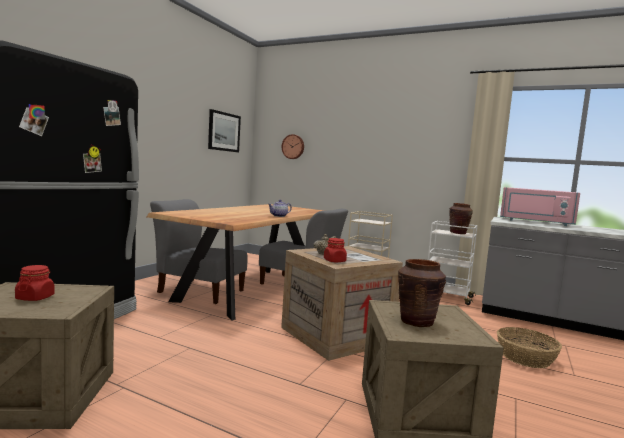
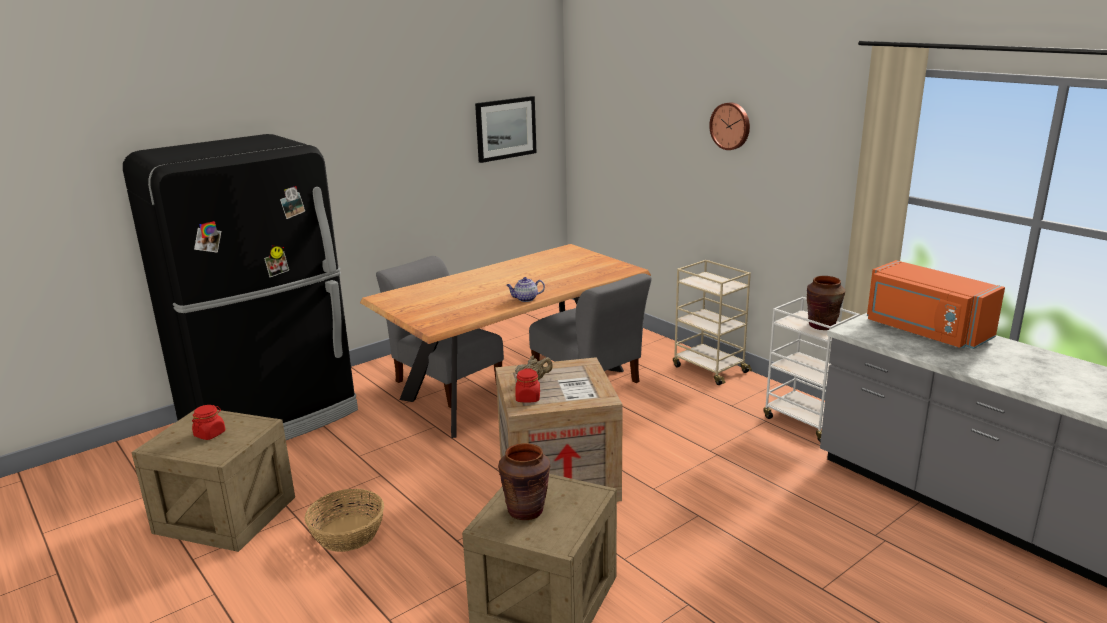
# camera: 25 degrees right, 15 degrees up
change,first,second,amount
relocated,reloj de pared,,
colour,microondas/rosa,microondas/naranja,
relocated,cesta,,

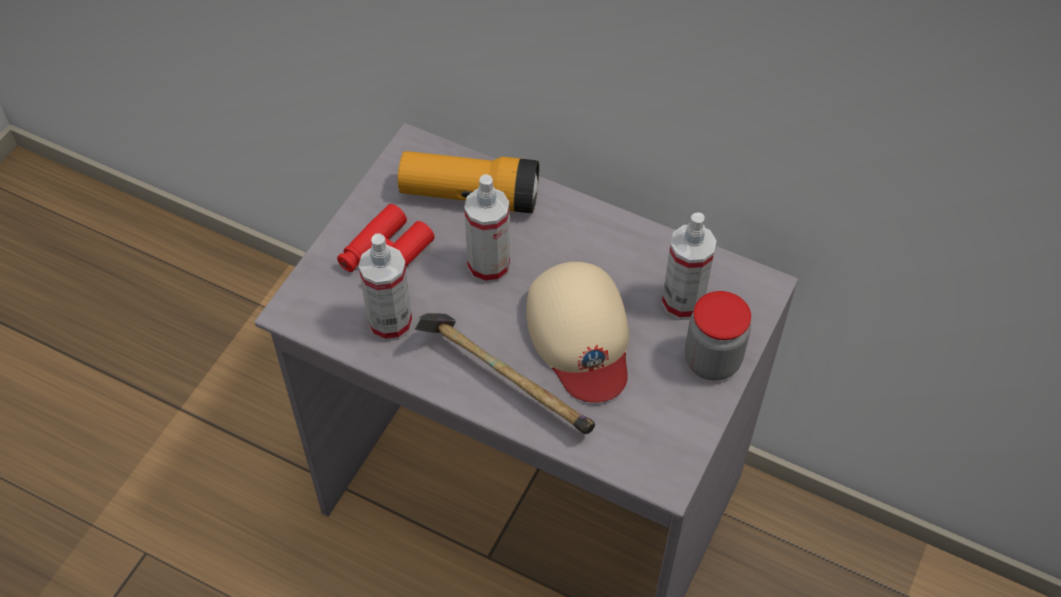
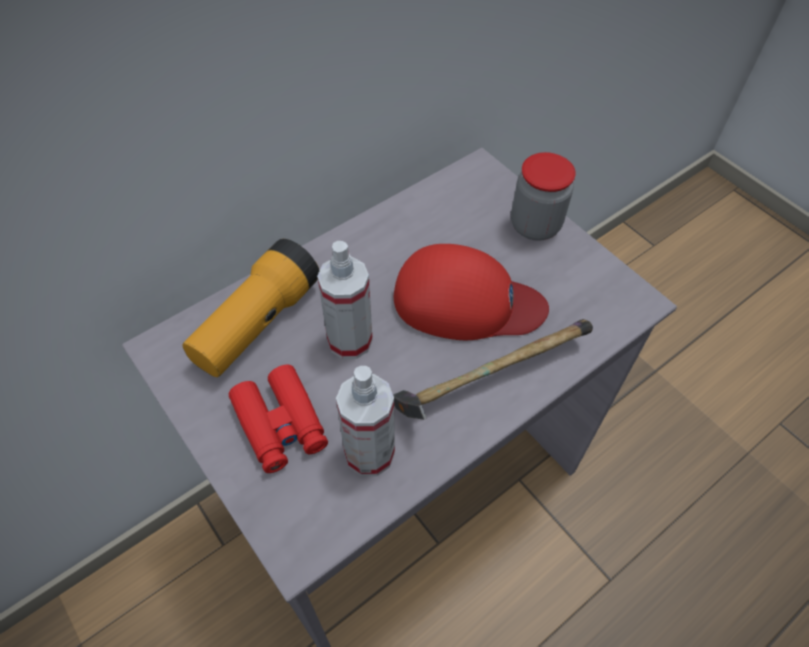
# camera: 65 degrees left, 0 degrees up
change,first,second,amount
missing,pulverizador (no. 3 from left),,
colour,gorra/beis,gorra/rojo,

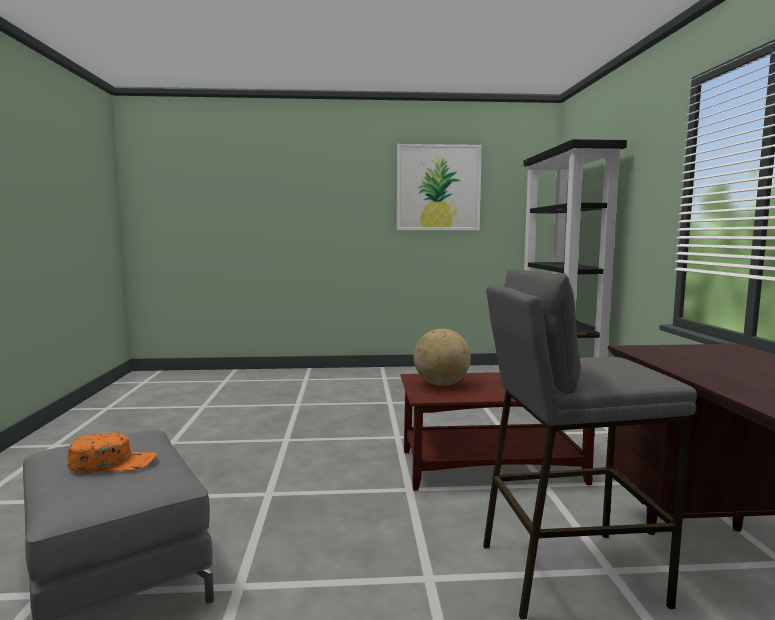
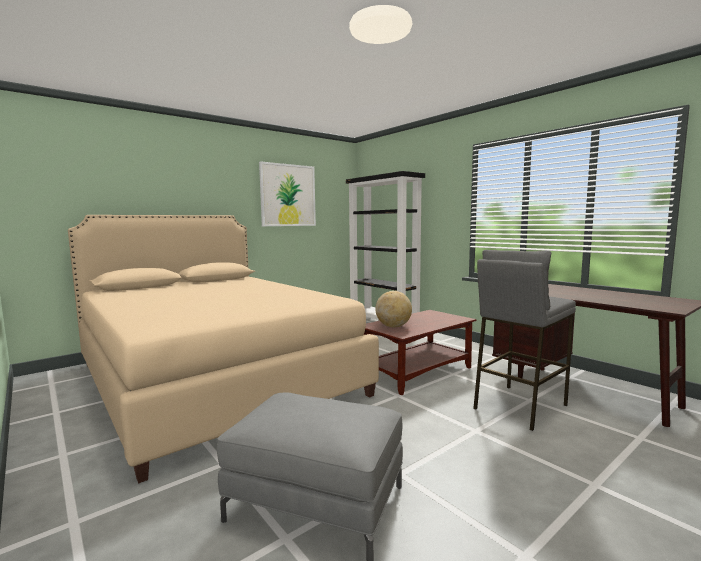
# camera: 35 degrees left, 0 degrees up
change,first,second,amount
missing,gorra/naranja,,
appeared,,cama/beis,

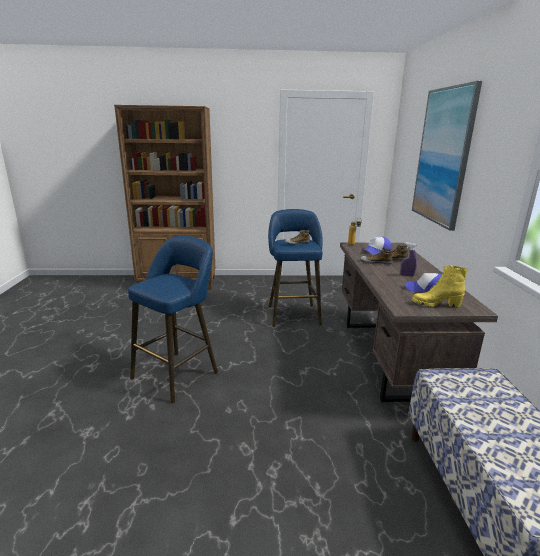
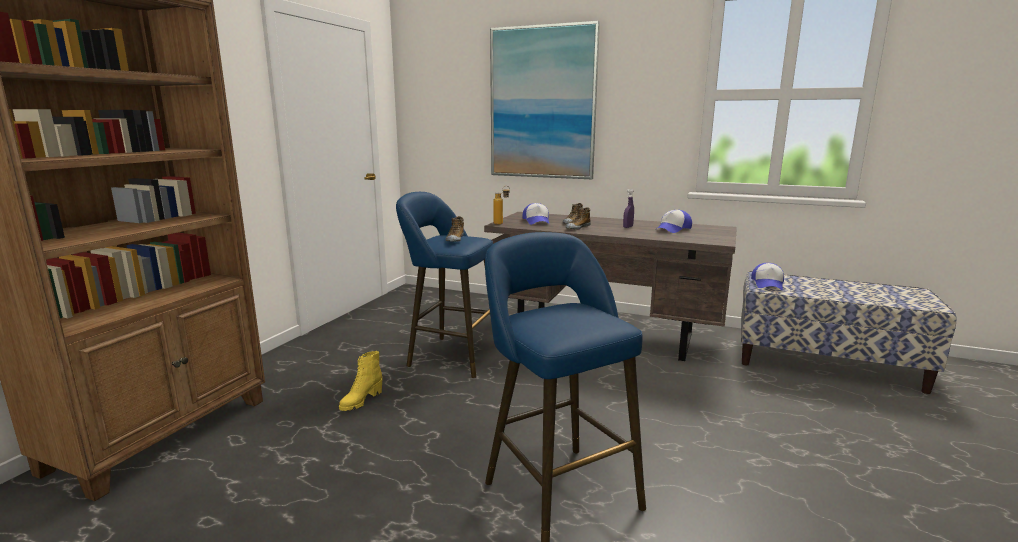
# camera: 65 degrees left, 5 degrees down
change,first,second,amount
relocated,bota/amarillo,,
appeared,,gorra (no. 3 from left),

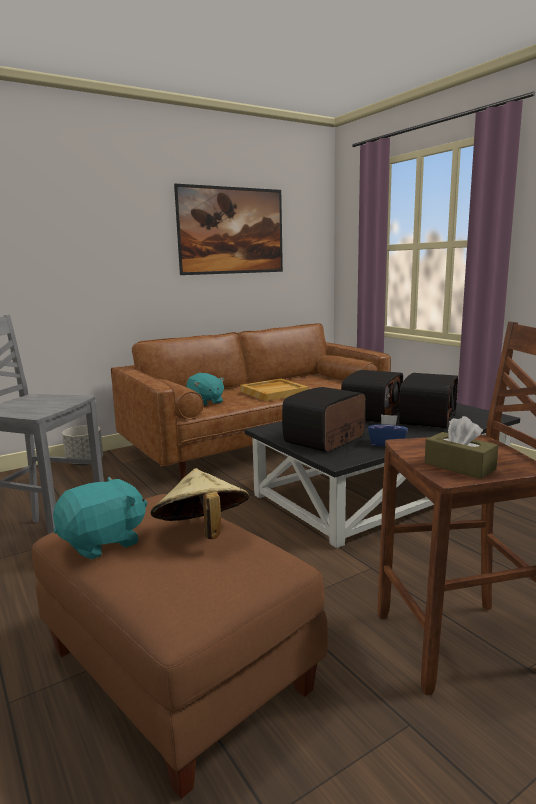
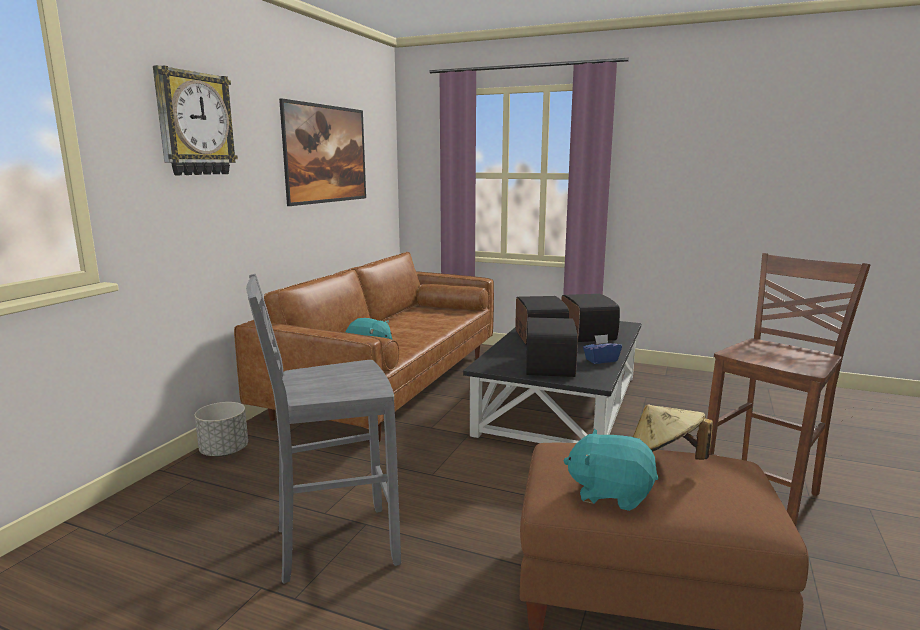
# camera: 35 degrees left, 0 degrees up
change,first,second,amount
missing,bandeja/beis,,
missing,caja de pañuelos/marrón,,
spun,peluche/turquesa (no. 1 from left in the first image),peluche/turquesa (no. 2 from left),90 degrees counterclockwise
appeared,,reloj de pared,

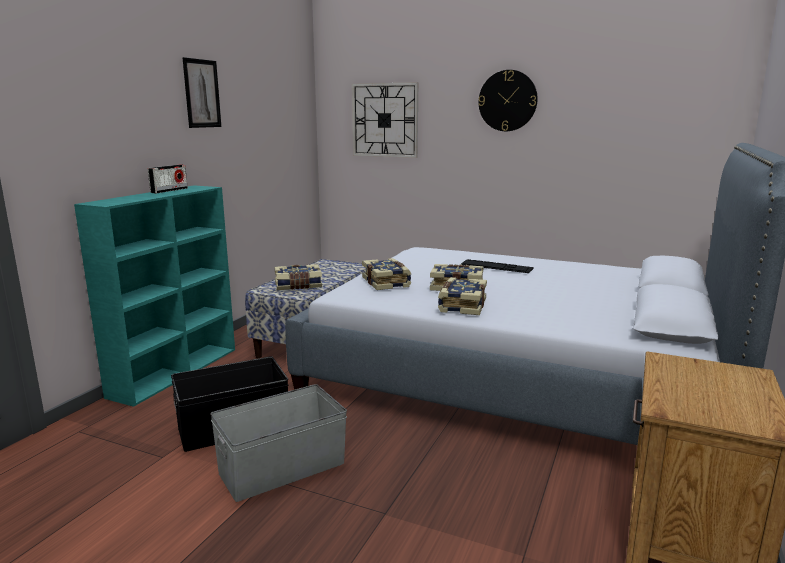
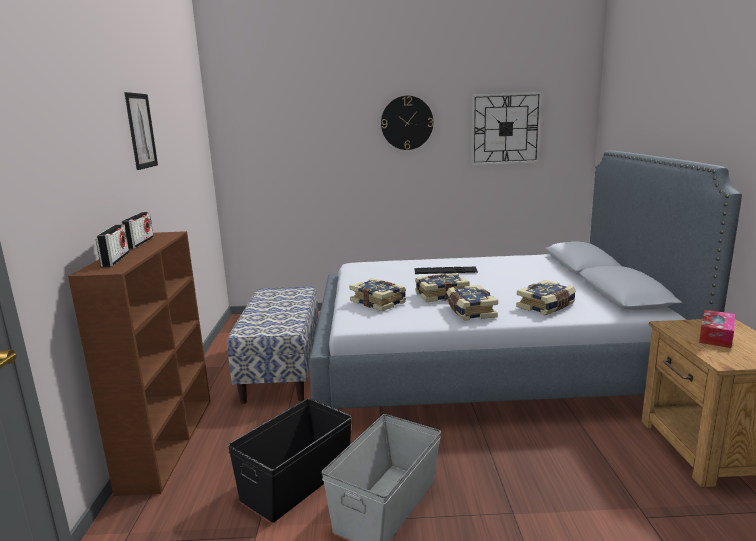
# camera: 25 degrees left, 0 degrees up
change,first,second,amount
relocated,reloj de pared (no. 1 from left in the first image),reloj de pared (no. 2 from left),
colour,estantería/turquesa,estantería/marrón,
relocated,libro (no. 1 from left in the first image),libro (no. 4 from left),
appeared,,radio (no. 1 from left),
appeared,,caja de pañuelos,

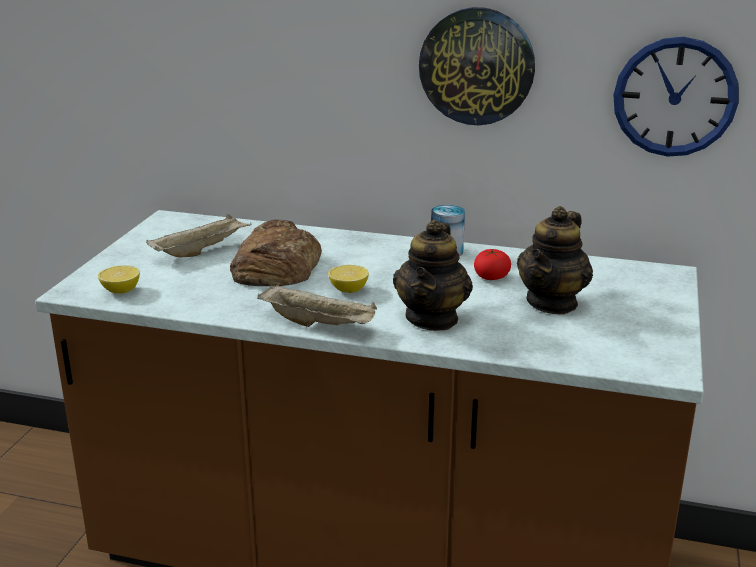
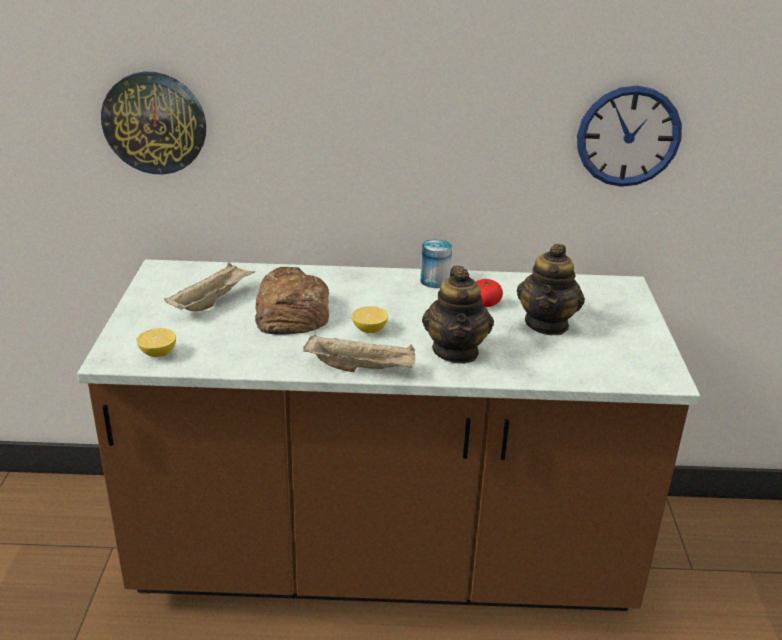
# camera: 15 degrees left, 5 degrees up
change,first,second,amount
relocated,reloj de pared (no. 1 from left),,

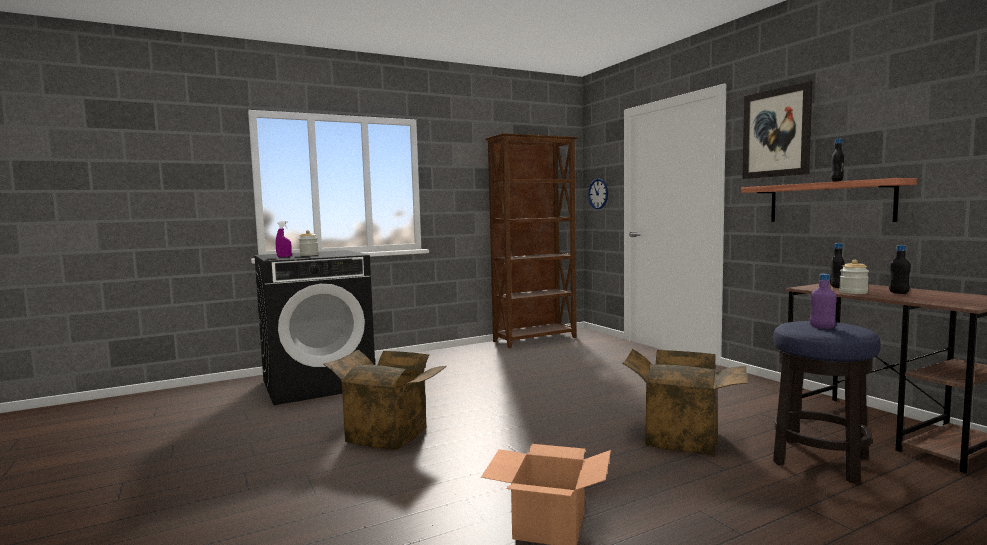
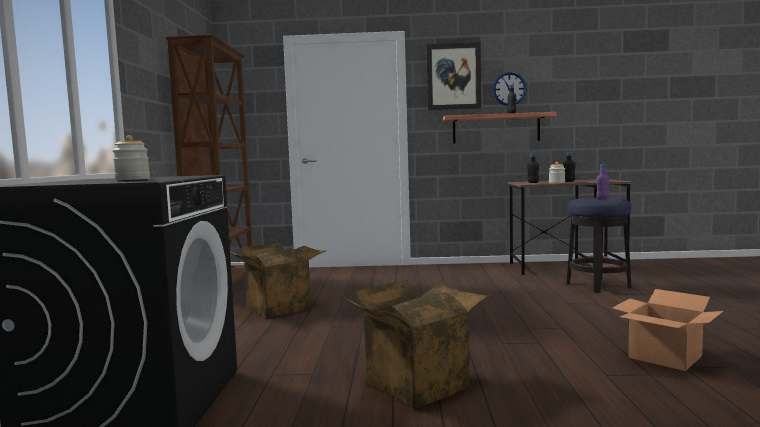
# camera: 60 degrees left, 0 degrees up
change,first,second,amount
relocated,reloj de pared,,
missing,pulverizador/morado,,
relocated,caja de cartón (no. 3 from left in the first image),caja de cartón (no. 1 from left),

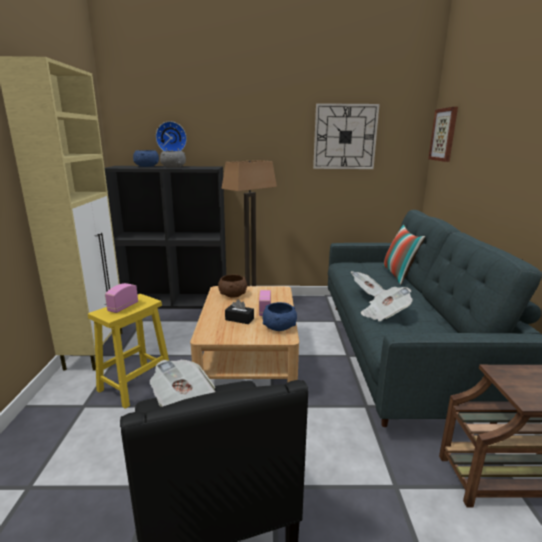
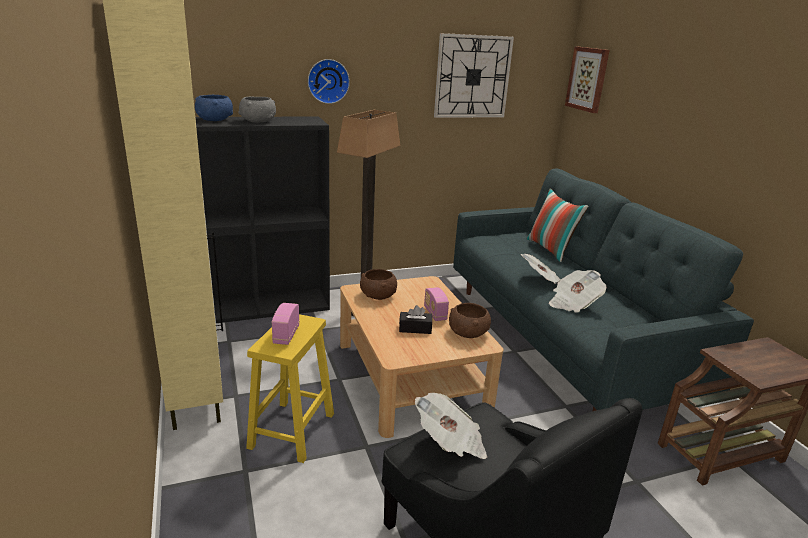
# camera: 20 degrees left, 5 degrees up
change,first,second,amount
relocated,reloj de pared (no. 1 from left),,
colour,cuenco/azul (no. 2 from left),cuenco/marrón (no. 2 from left),

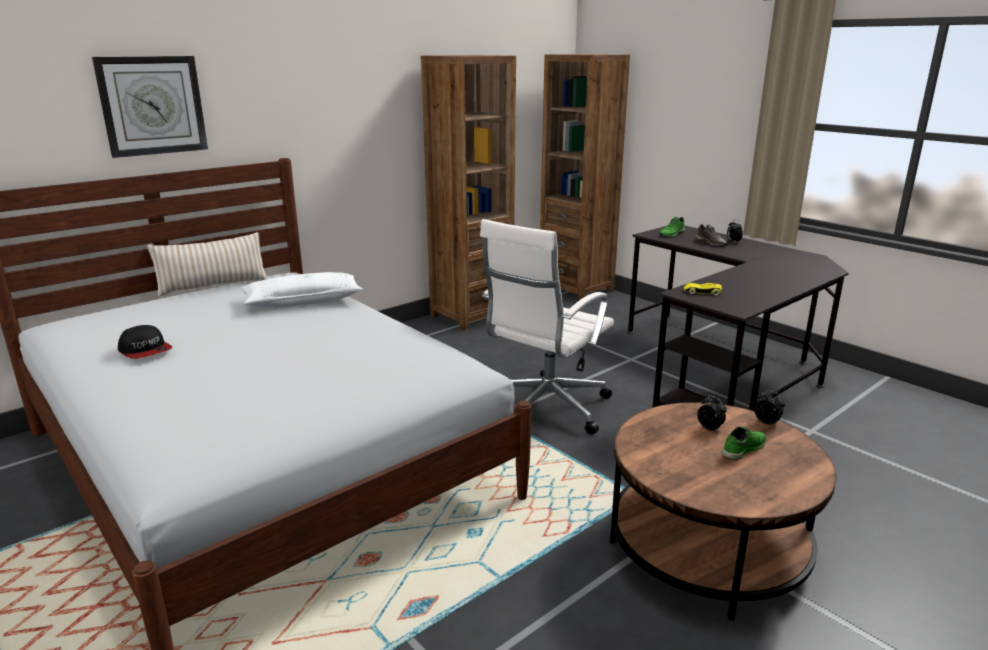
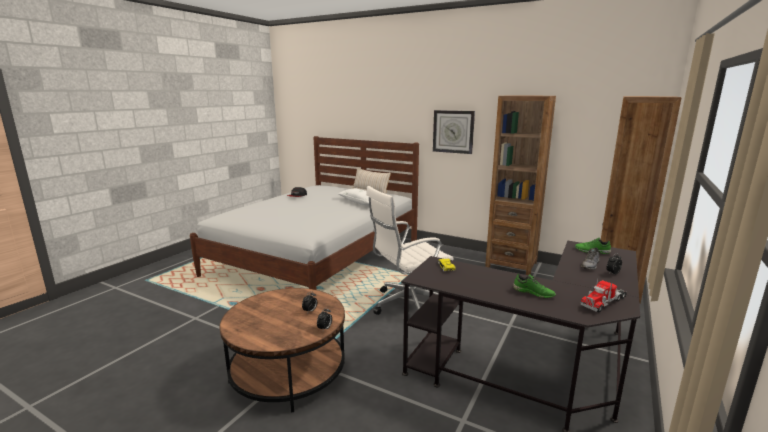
# camera: 70 degrees right, 5 degrees down
change,first,second,amount
relocated,reloj de pared,,
spun,silla de oficina/blanco,,45 degrees counterclockwise
relocated,zapato/verde (no. 2 from left in the first image),zapato/verde (no. 1 from left),
appeared,,camión de juguete,

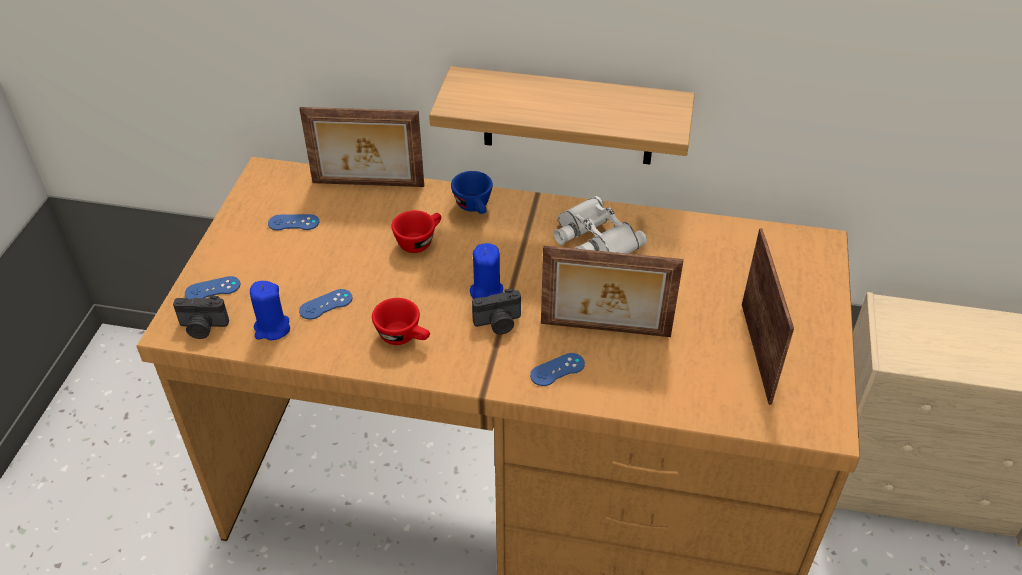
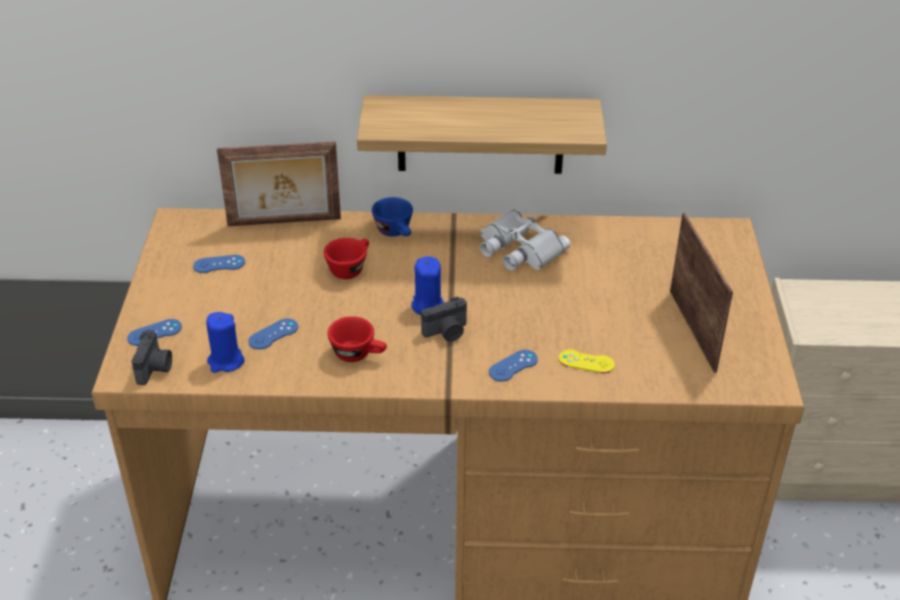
# camera: 10 degrees left, 5 degrees down
change,first,second,amount
missing,portarretratos (no. 2 from left),,
spun,cámara (no. 1 from left),,75 degrees counterclockwise
appeared,,mando de consola/amarillo,

